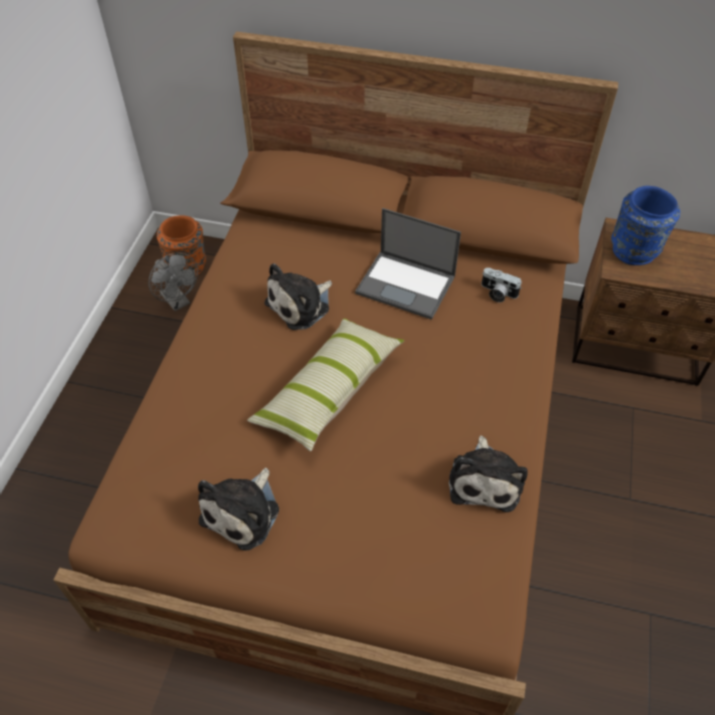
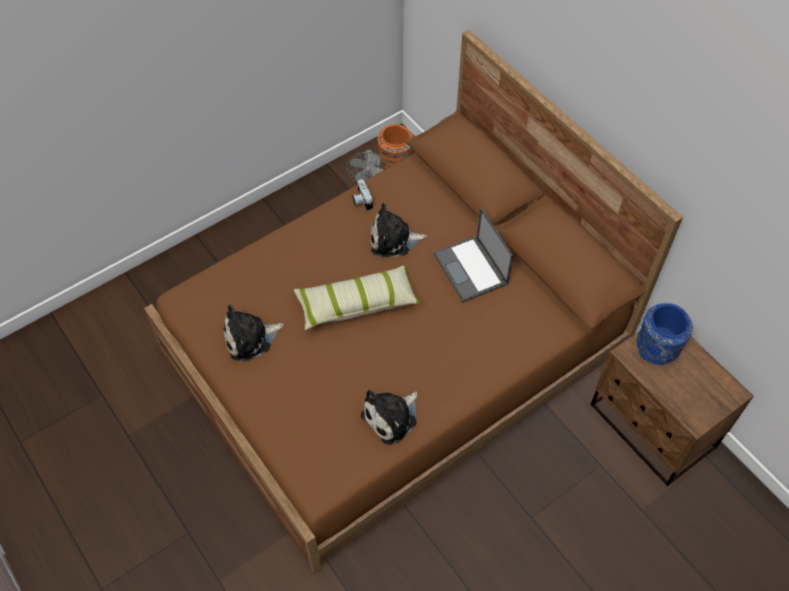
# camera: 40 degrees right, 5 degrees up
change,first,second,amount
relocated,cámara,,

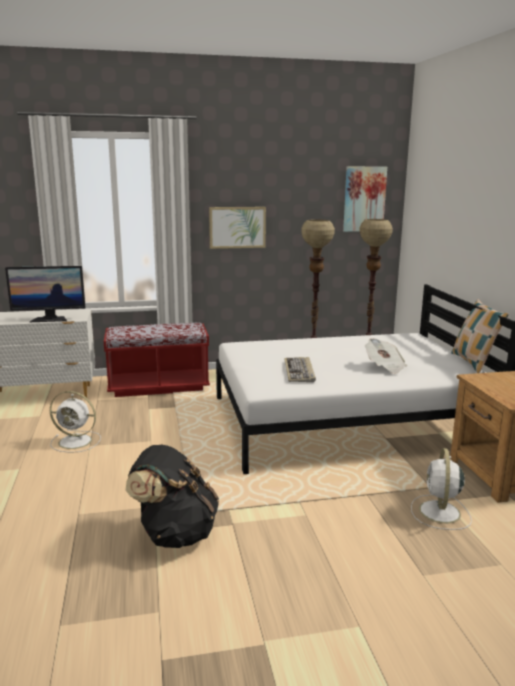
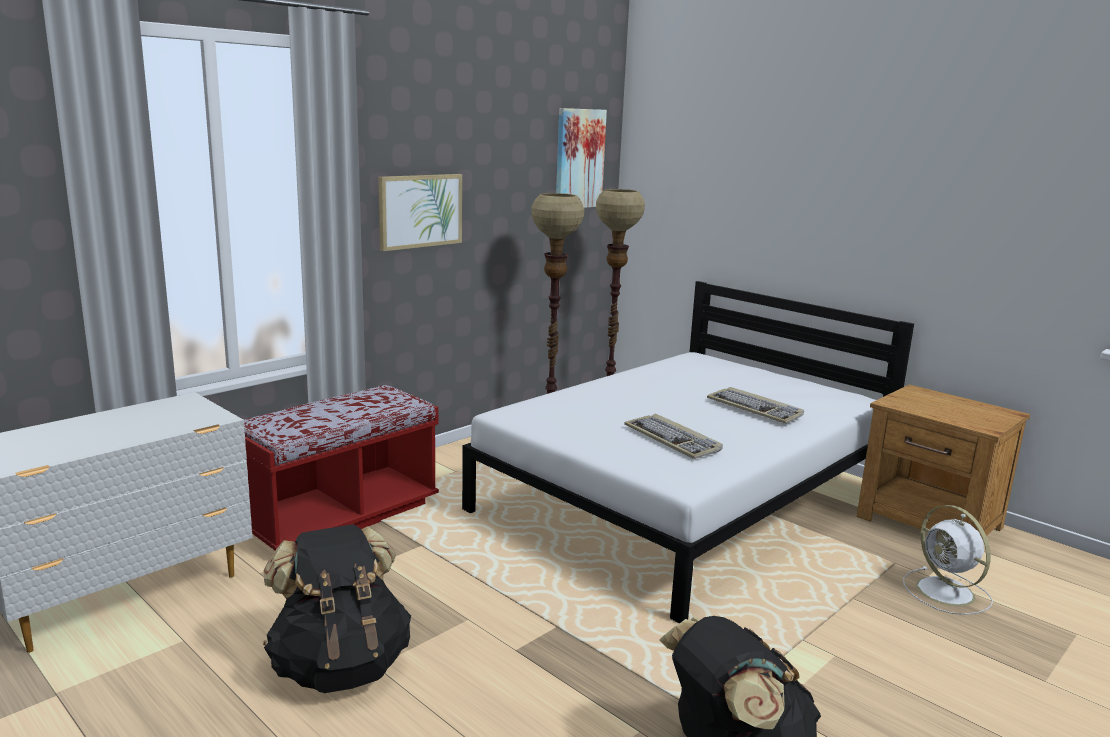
# camera: 35 degrees left, 0 degrees up
change,first,second,amount
missing,monitor,,
missing,cojín,,
exchanged,periódico,teclado (no. 2 from left),
exchanged,ventilador/blanco (no. 1 from left),mochila/negro (no. 1 from left),

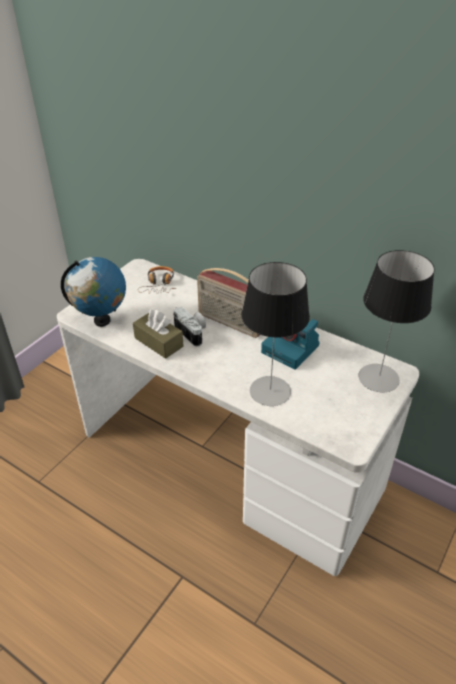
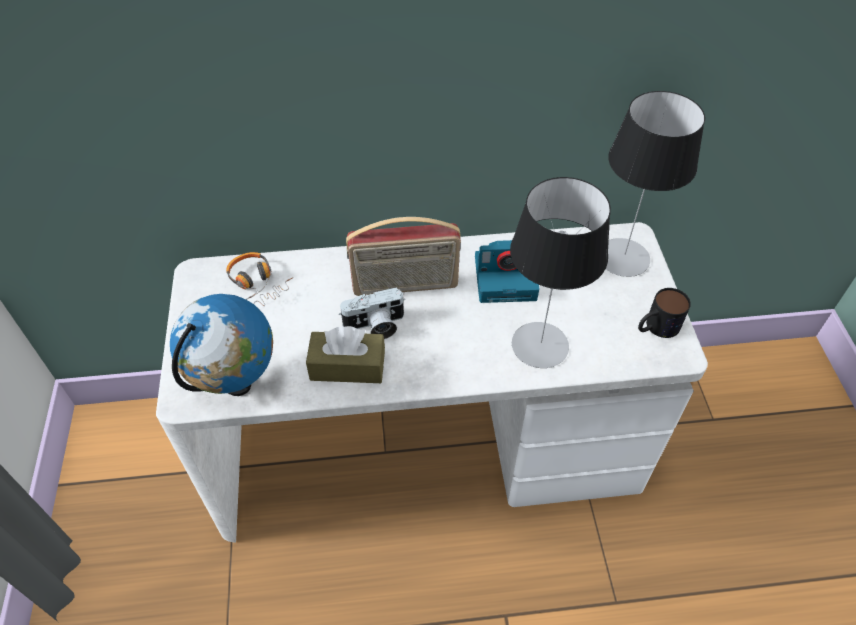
# camera: 40 degrees left, 10 degrees up
change,first,second,amount
spun,cámara (no. 1 from left),,150 degrees clockwise
appeared,,taza grande,

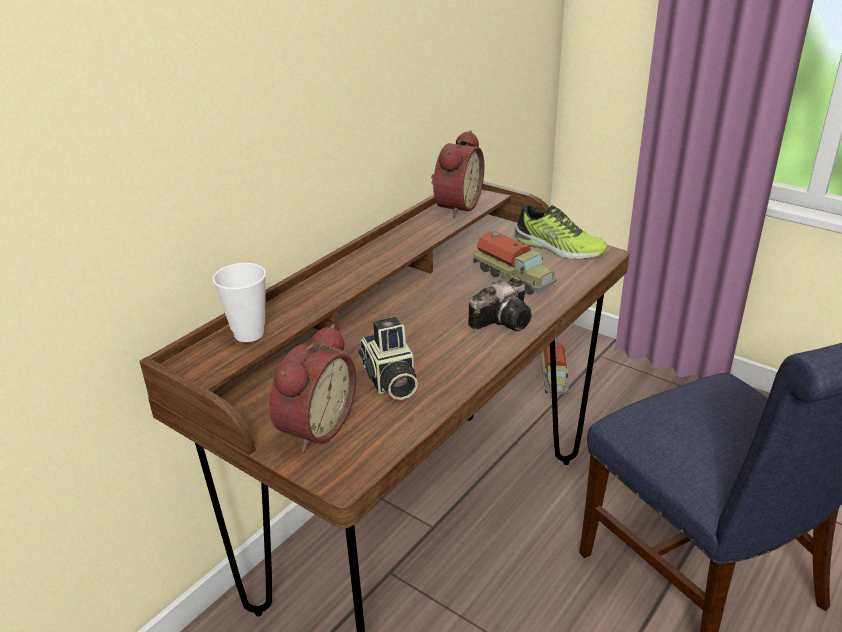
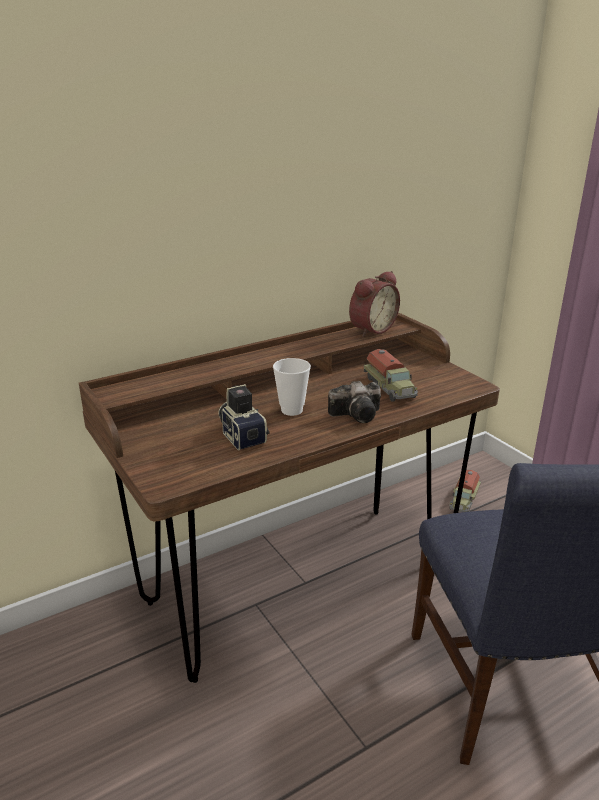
# camera: 20 degrees right, 5 degrees down
change,first,second,amount
missing,zapato,,
relocated,taza,,
spun,cámara (no. 1 from left),,150 degrees clockwise
missing,despertador (no. 1 from left),,

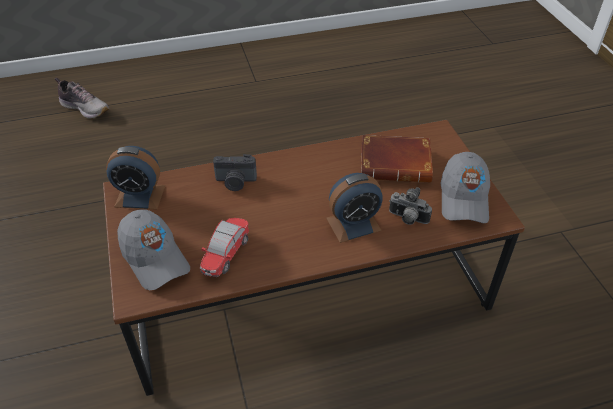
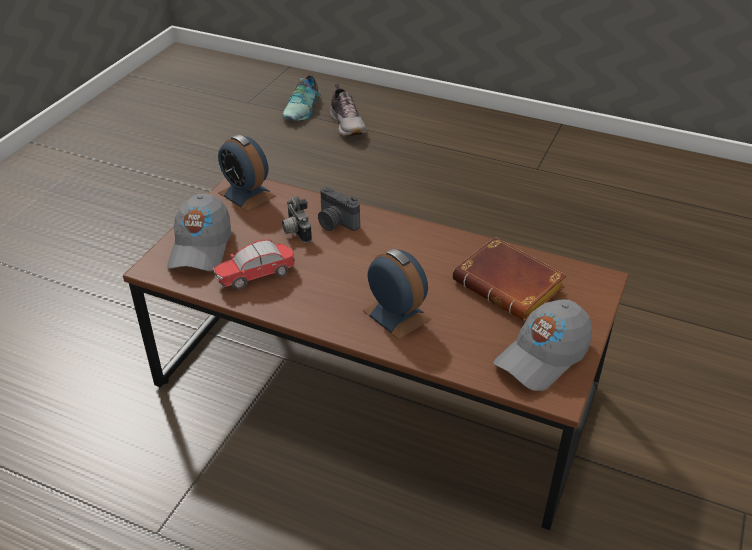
# camera: 40 degrees right, 5 degrees down
change,first,second,amount
spun,despertador (no. 2 from left),,150 degrees counterclockwise
relocated,cámara (no. 2 from left in the first image),cámara (no. 1 from left),
appeared,,zapato (no. 1 from left),

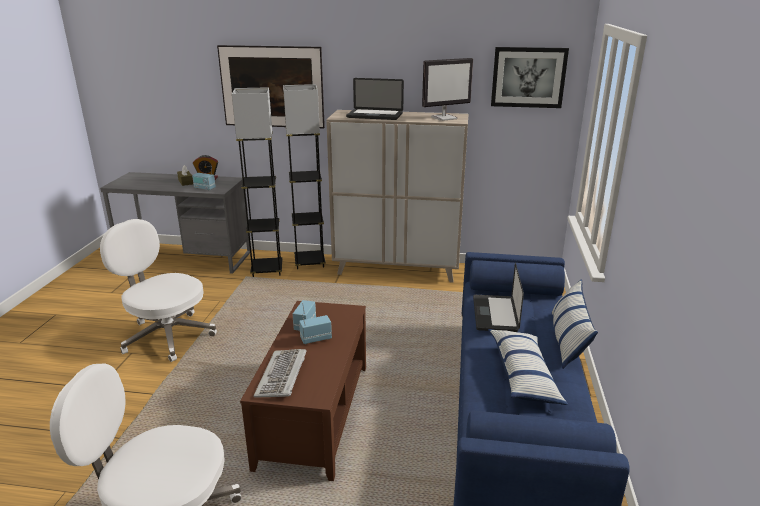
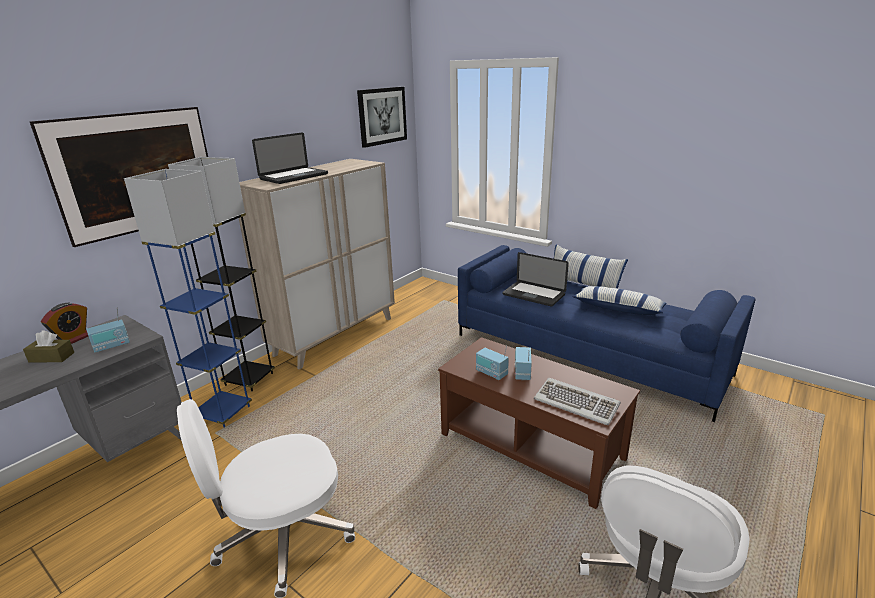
# camera: 60 degrees left, 0 degrees up
change,first,second,amount
missing,monitor,,
colour,lámpara de pie/gris (no. 1 from left),lámpara de pie/azul,

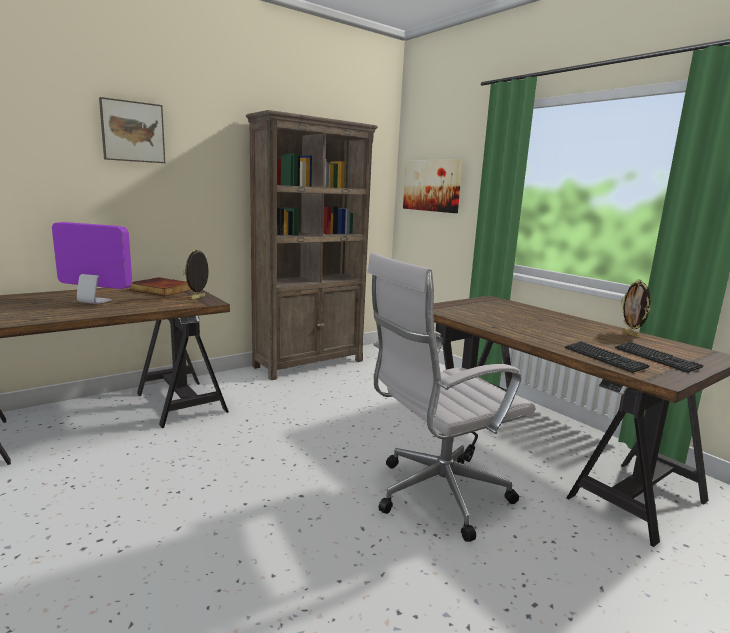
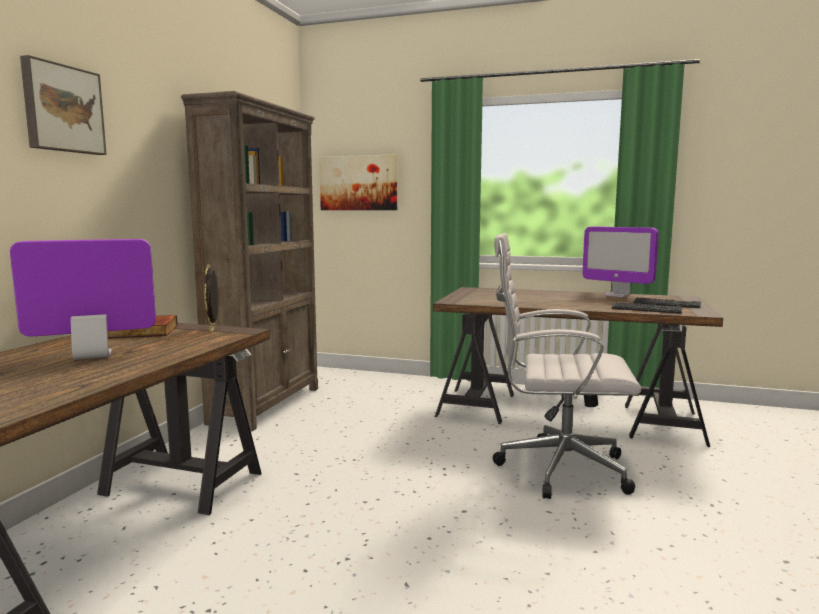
# camera: 35 degrees left, 5 degrees down
change,first,second,amount
spun,silla de oficina/blanco,,75 degrees clockwise
exchanged,portarretratos (no. 2 from left),monitor (no. 2 from left),

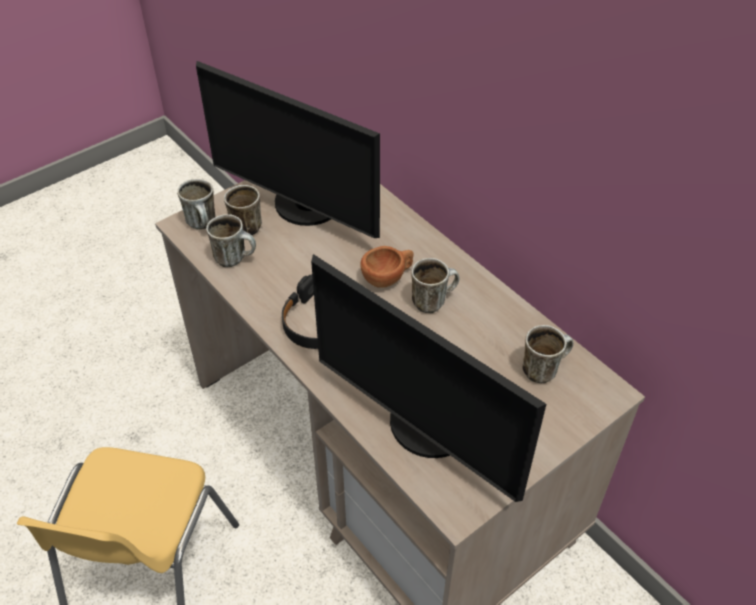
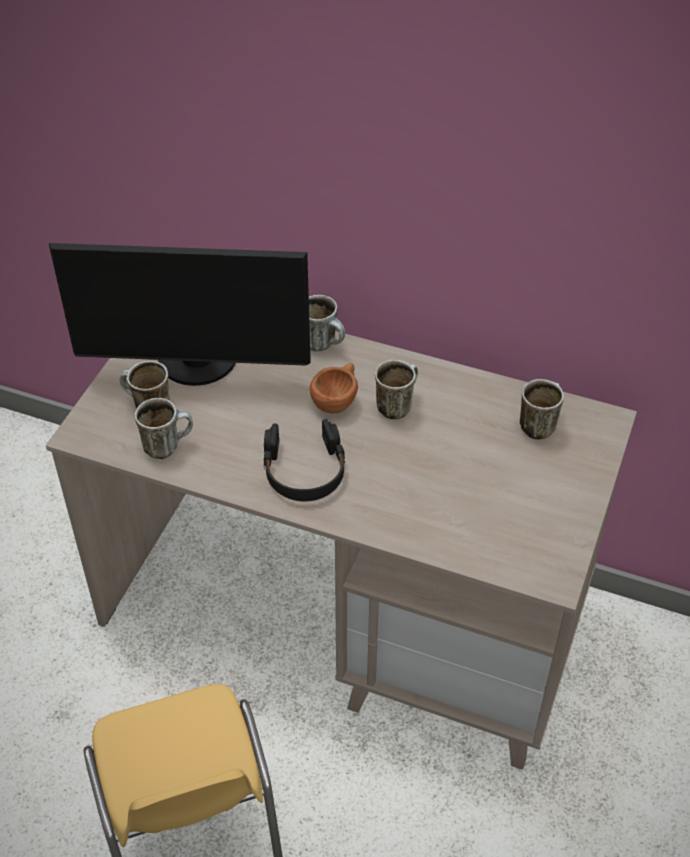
# camera: 30 degrees left, 0 degrees up
change,first,second,amount
relocated,taza grande (no. 1 from left in the first image),taza grande (no. 3 from left),
missing,monitor (no. 2 from left),,

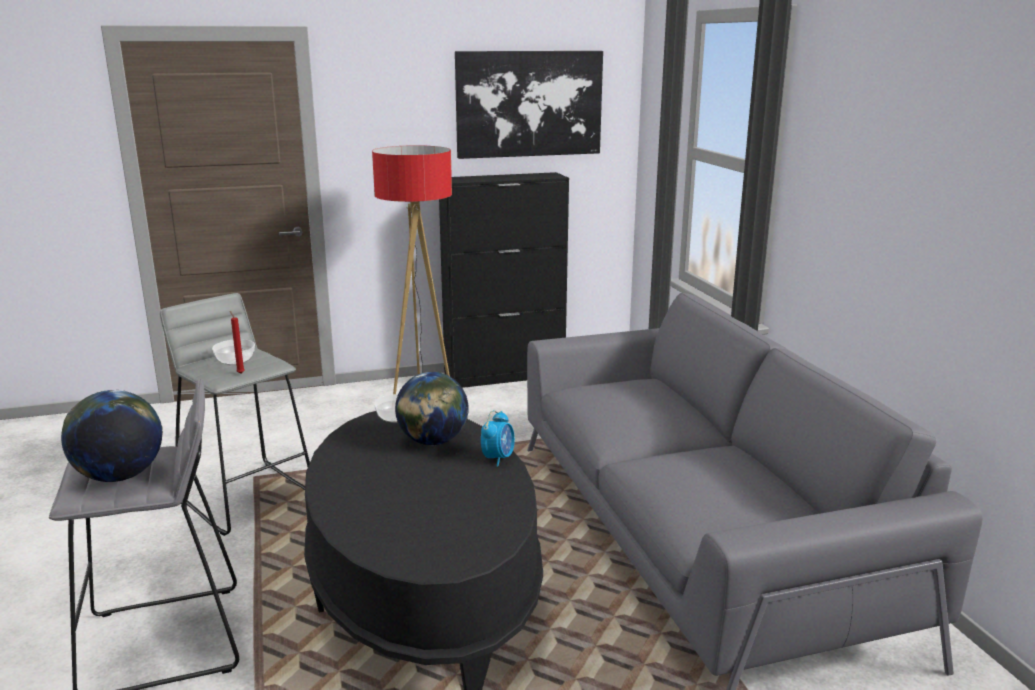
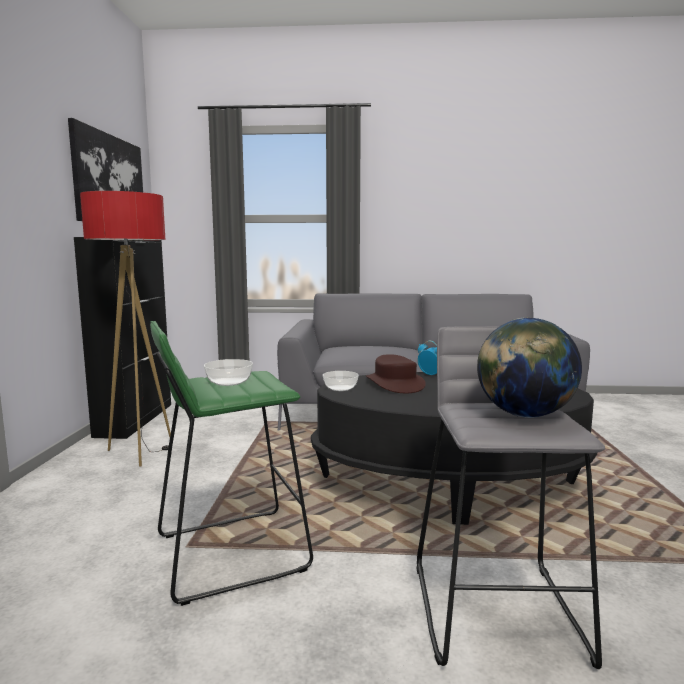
# camera: 70 degrees left, 10 degrees down
change,first,second,amount
colour,taburete/gris (no. 2 from left),taburete/verde,
missing,vela/rojo,,
exchanged,globo terráqueo (no. 2 from left),sombrero/marrón,

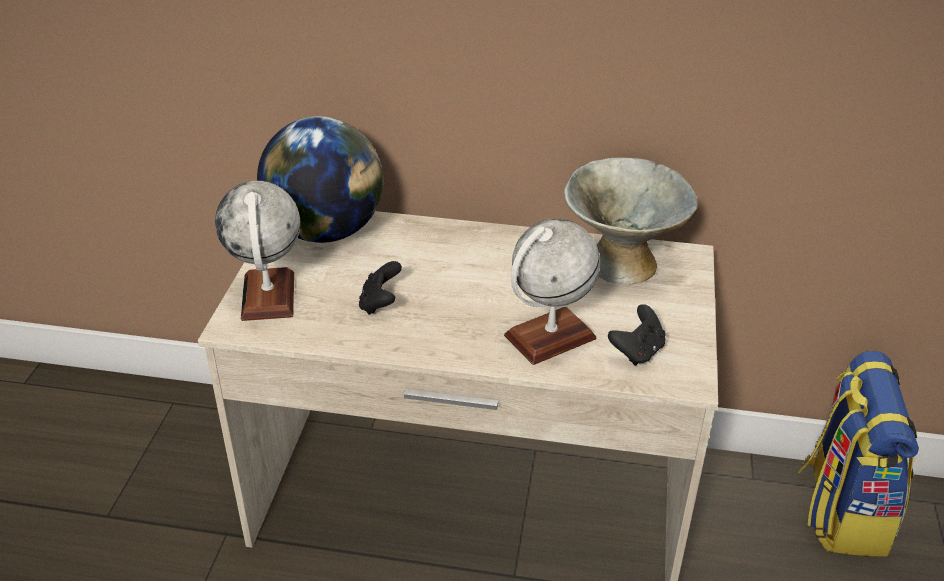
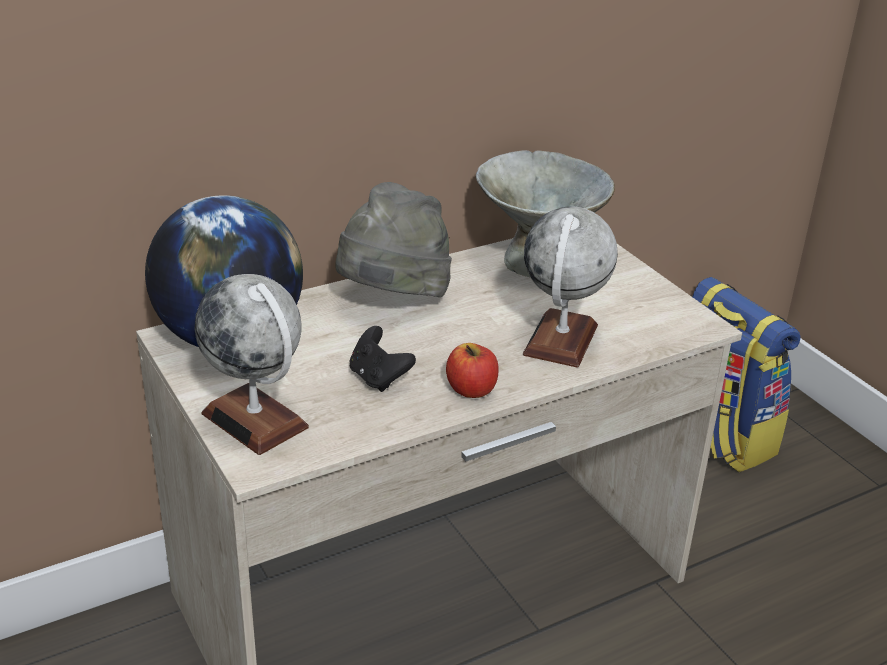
# camera: 40 degrees left, 5 degrees down
change,first,second,amount
missing,mando de consola/negro (no. 2 from left),,
appeared,,sombrero/gris,
appeared,,manzana,

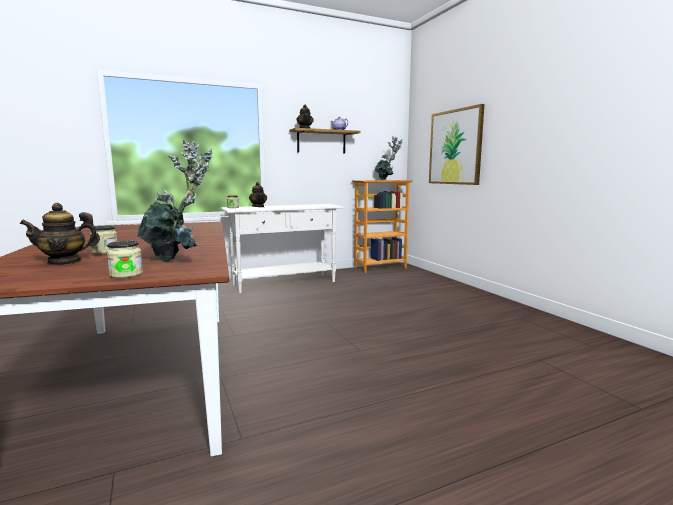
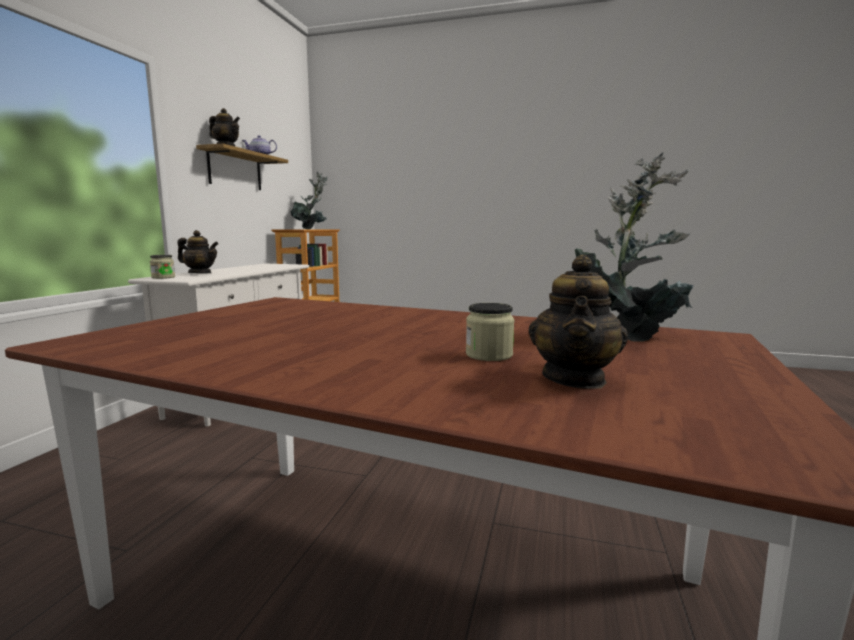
# camera: 50 degrees left, 0 degrees up
change,first,second,amount
missing,cuadro,,
missing,tarro (no. 2 from left),,

